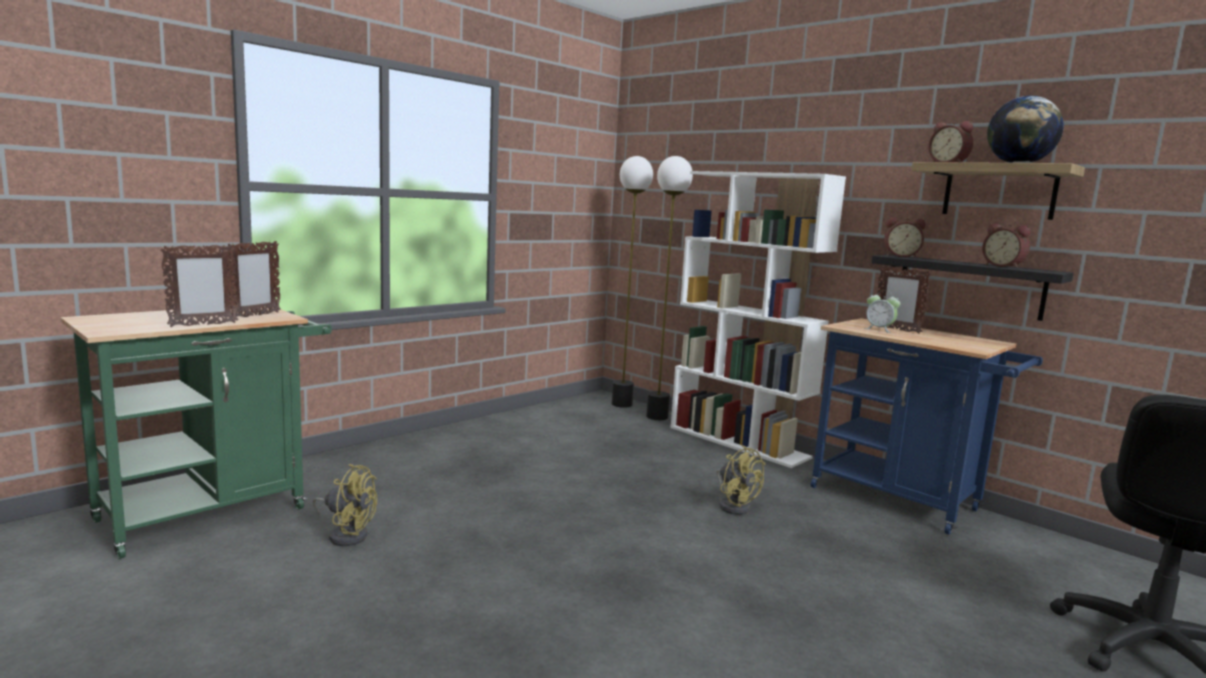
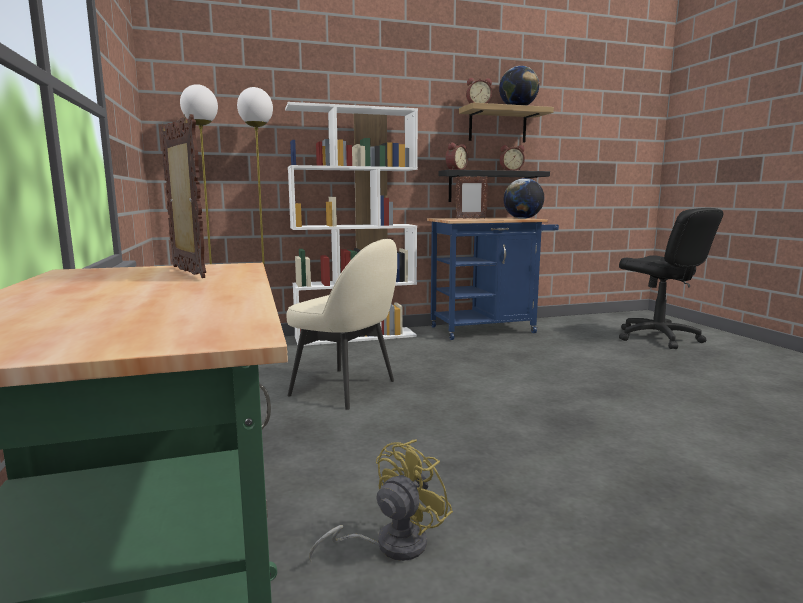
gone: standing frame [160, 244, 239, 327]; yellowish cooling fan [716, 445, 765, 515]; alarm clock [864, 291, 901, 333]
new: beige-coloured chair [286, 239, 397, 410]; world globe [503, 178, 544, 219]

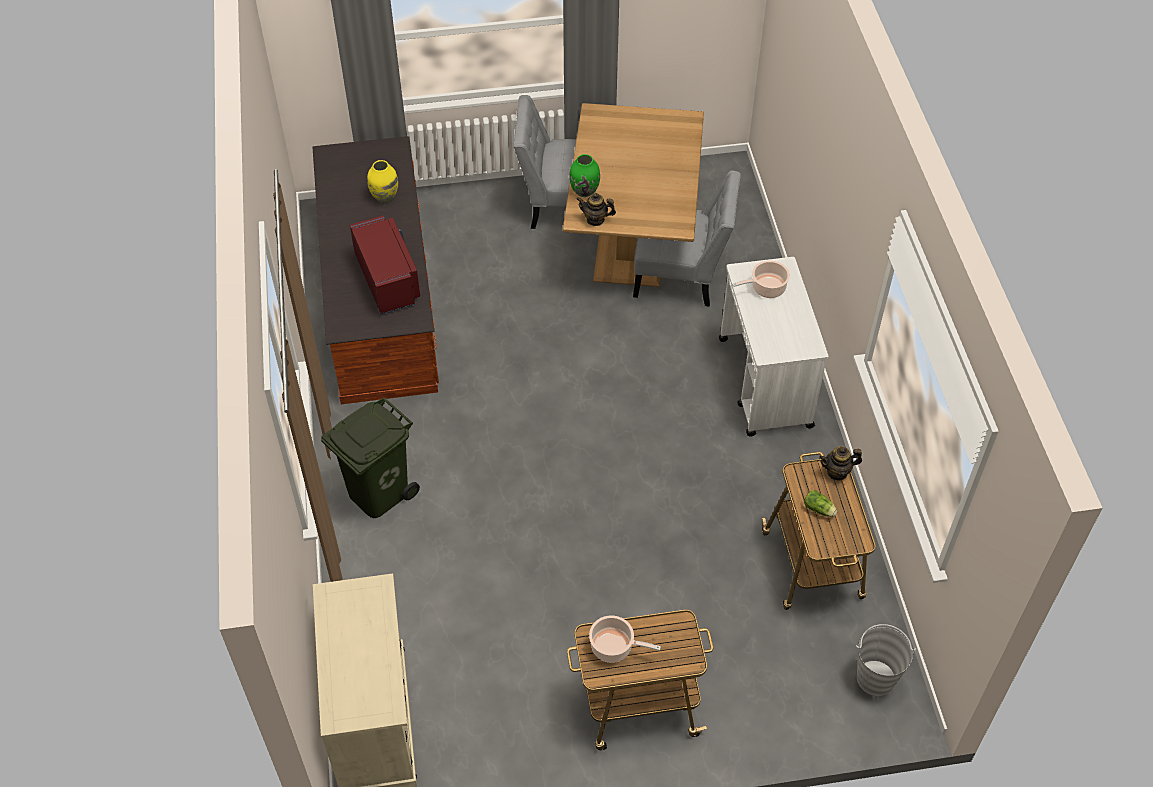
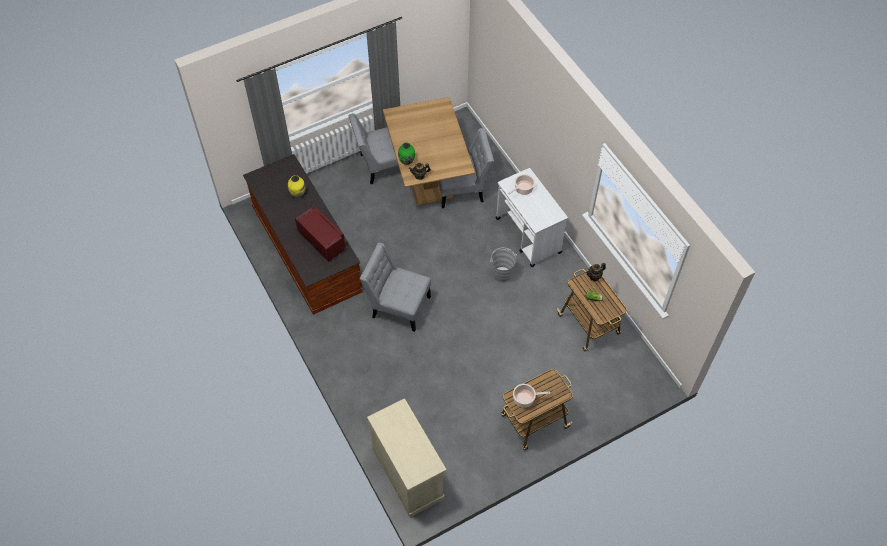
gone: green-coloured rubbish bin [321, 398, 420, 518]
new: grey chair [360, 243, 431, 332]
shifted: grey pail [856, 624, 916, 696] to [490, 248, 517, 283]

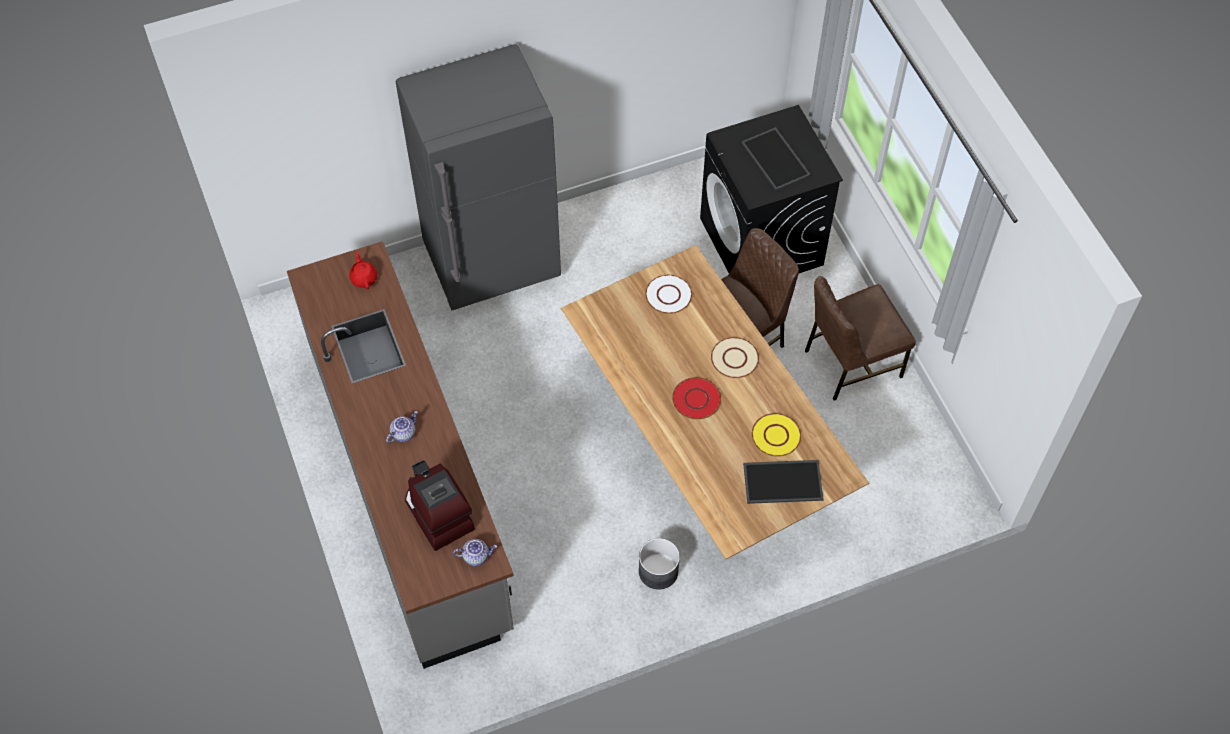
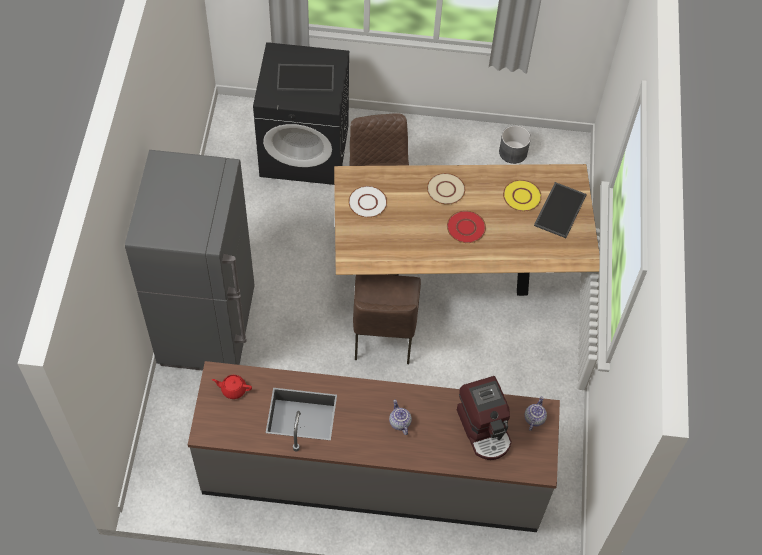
shifted: grey plant pot [639, 538, 680, 590] to [499, 125, 531, 164]; brownish chair [805, 276, 916, 401] to [353, 275, 421, 364]
rotated: coffee brewer [405, 460, 475, 551] = [457, 376, 512, 460] 105 degrees counterclockwise

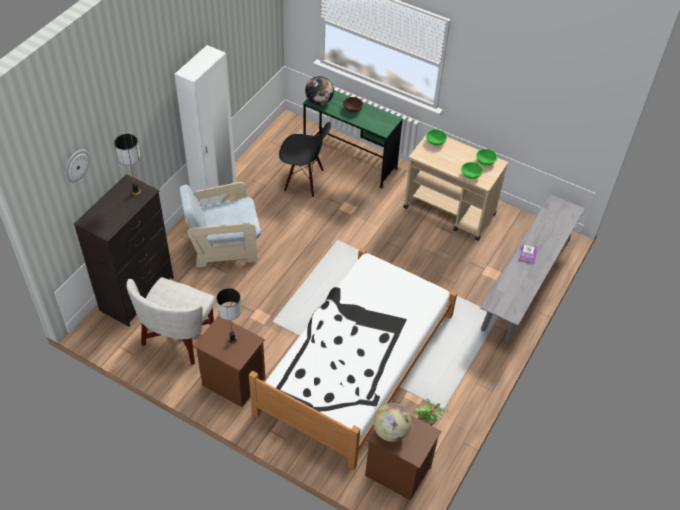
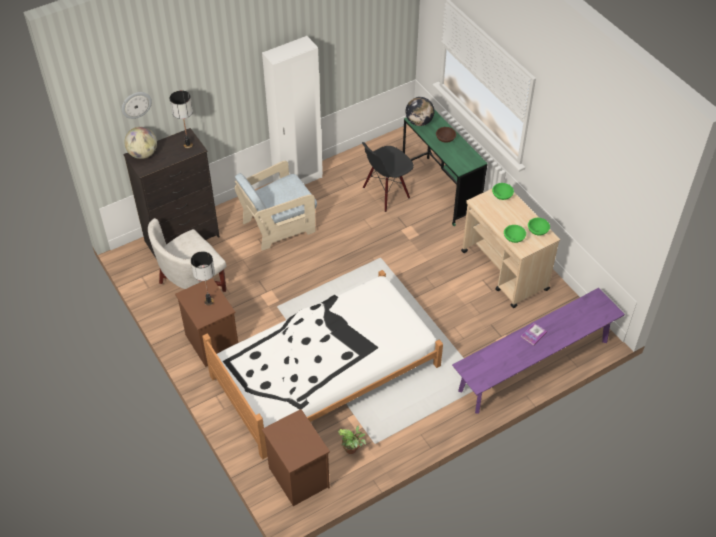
shifted: world globe [373, 403, 412, 442] to [124, 127, 157, 159]
repainted: grey long seat [480, 194, 585, 344] to purplish long seat [452, 288, 625, 414]
rotated: beige-coloured armchair [180, 182, 261, 267] = [235, 161, 317, 251] 45 degrees counterclockwise; black chair [279, 122, 331, 198] = [362, 142, 414, 212] 105 degrees clockwise

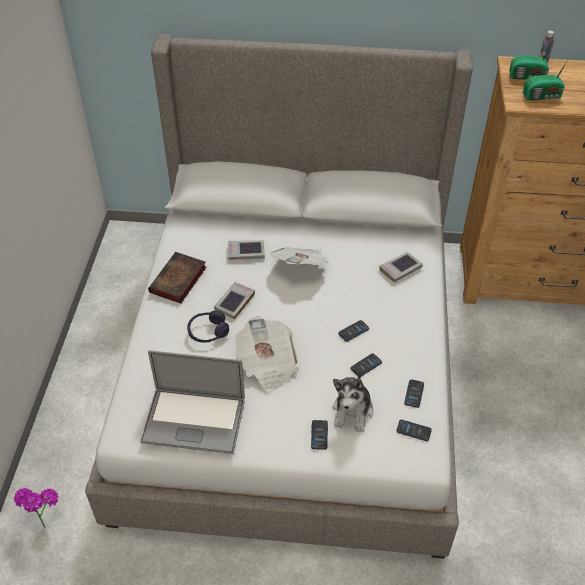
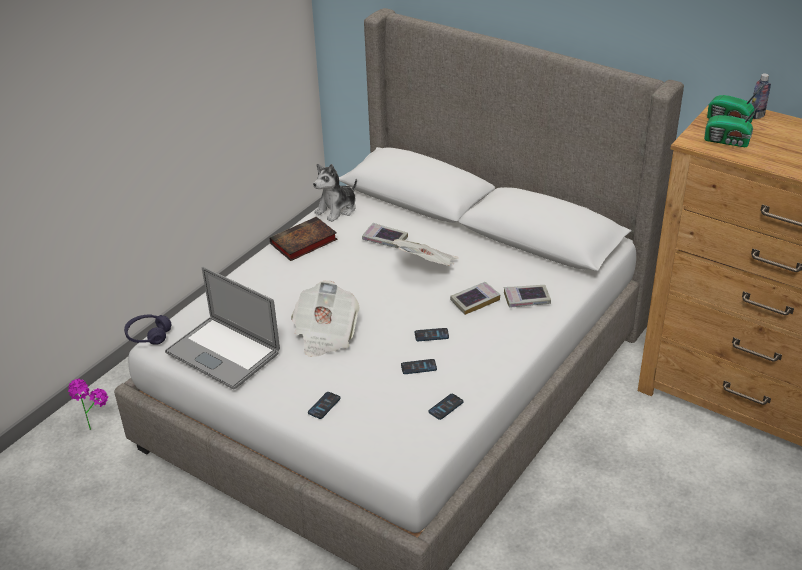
gone: telephone [396, 420, 432, 441]
shifted: purplish headphones [187, 310, 229, 343] to [124, 314, 171, 345]; volume [214, 282, 255, 320] to [450, 282, 501, 315]; cuddly toy [333, 370, 373, 433] to [313, 164, 357, 222]

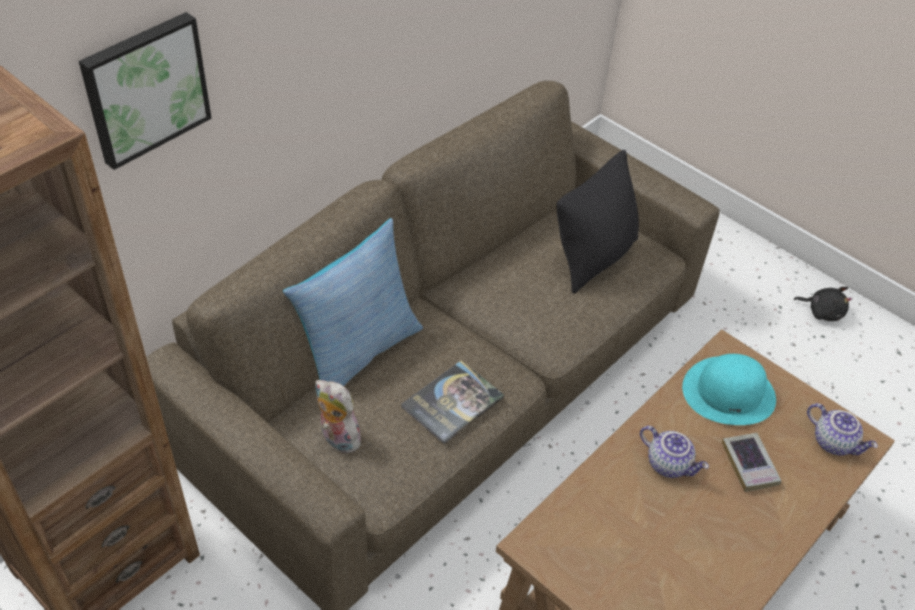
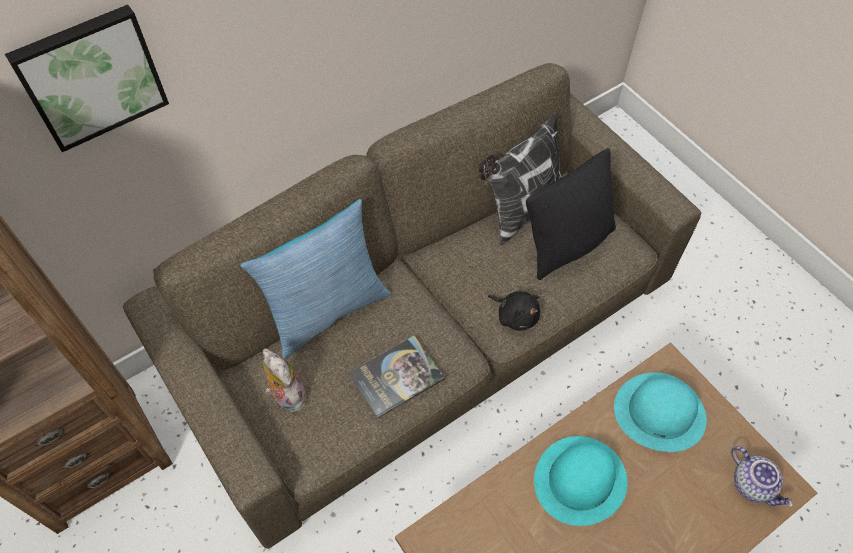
gone: volume [722, 433, 781, 492]
new: pillow [478, 112, 562, 245]
shifted: black cuddly toy [793, 287, 852, 321] to [488, 292, 540, 331]
swapped: tea pot [640, 426, 709, 478] to turquoise hat [534, 436, 627, 526]

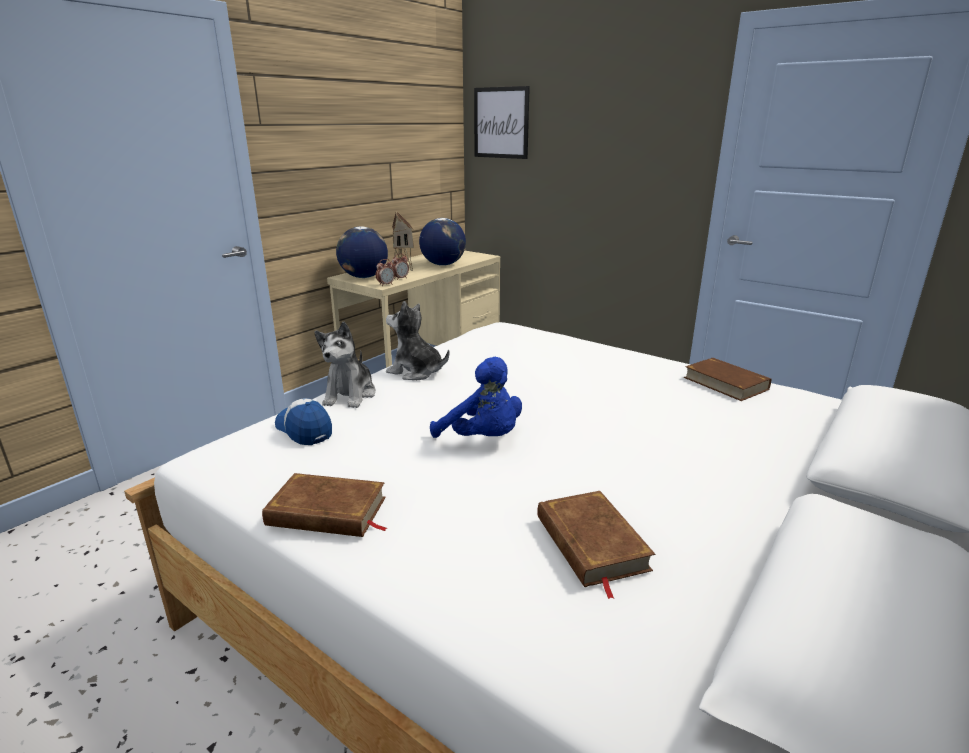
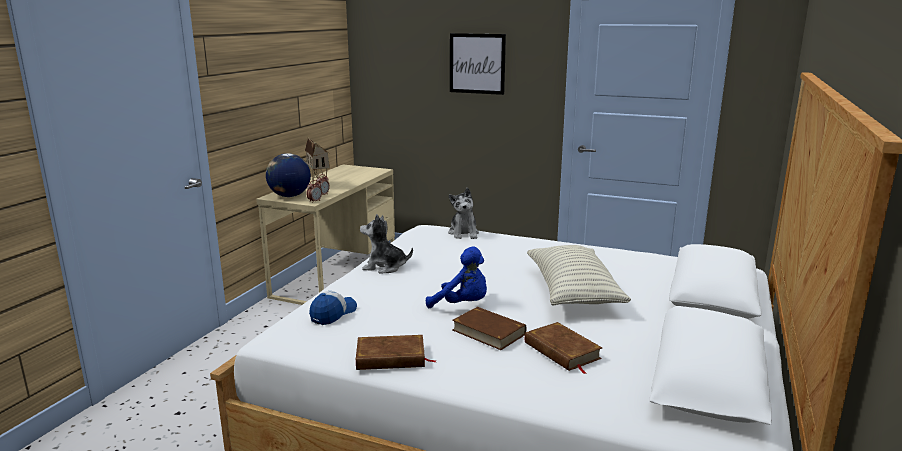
gone: world globe [419, 218, 466, 266]
new: pillow [527, 245, 631, 306]
shifted: cuddly toy [315, 322, 376, 408] to [448, 188, 479, 239]; picture [474, 86, 530, 159] to [450, 33, 506, 95]; brownish volume [684, 358, 771, 401] to [452, 307, 526, 350]
rotated: cap [275, 398, 332, 445] = [309, 291, 357, 325] 90 degrees clockwise

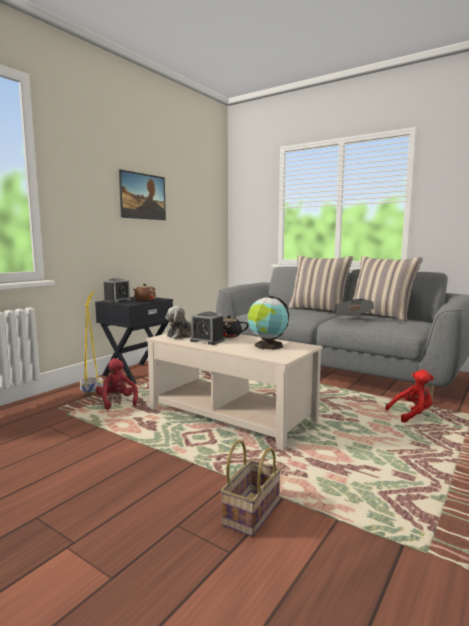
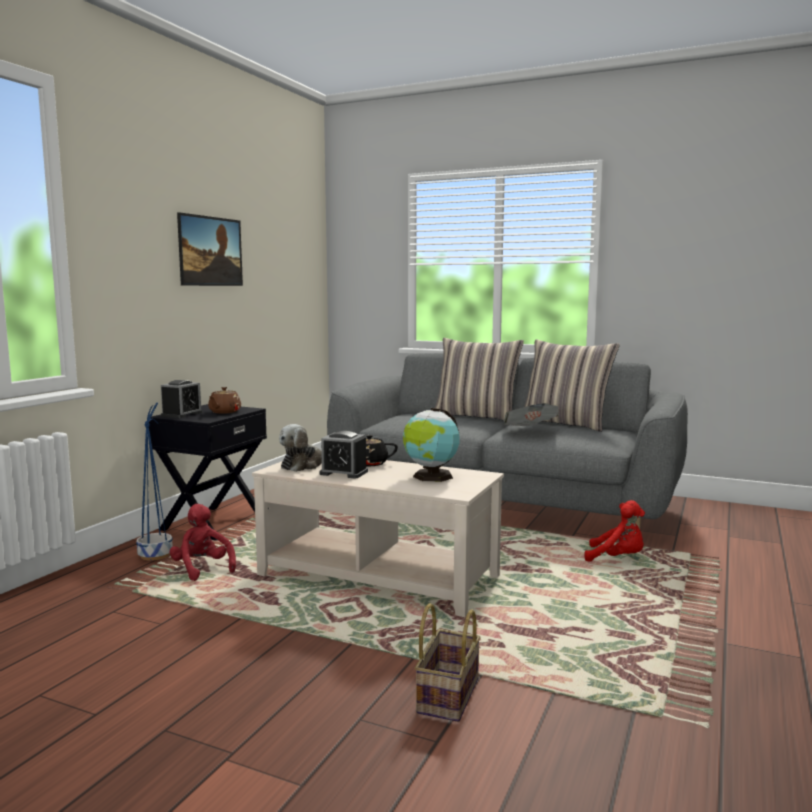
repainted: yellowish plant pot [80, 291, 103, 394] to blue-coloured plant pot [136, 402, 173, 561]
rotated: red-coloured cuddly toy [385, 370, 434, 422] = [584, 500, 645, 562] 45 degrees clockwise

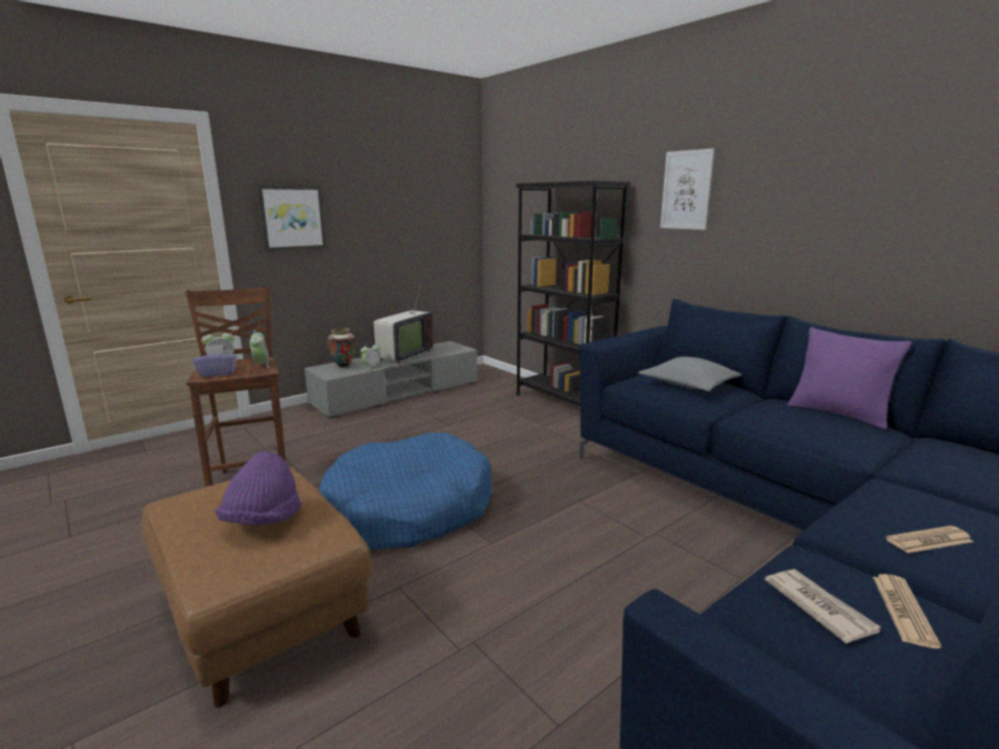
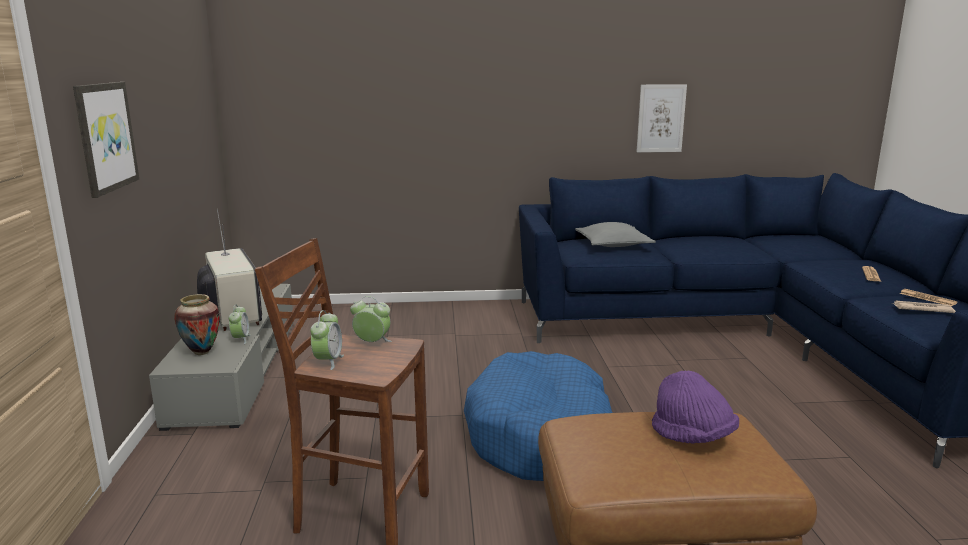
gone: purplish tissue box [193, 345, 237, 377]; black bookcase [516, 181, 631, 406]; purplish pillow [788, 327, 912, 429]
shifted: picture [660, 148, 715, 230] to [637, 84, 687, 152]

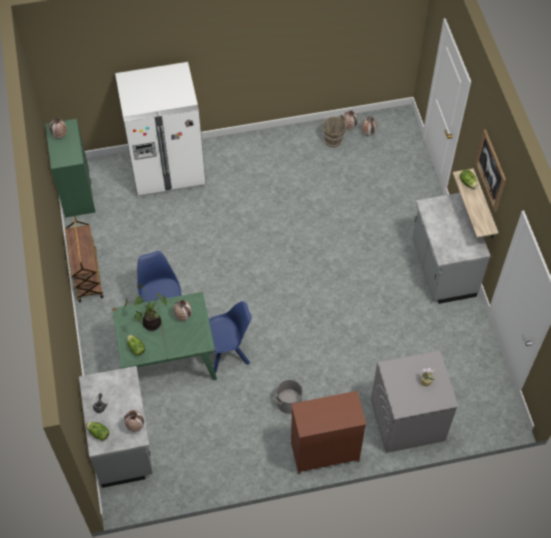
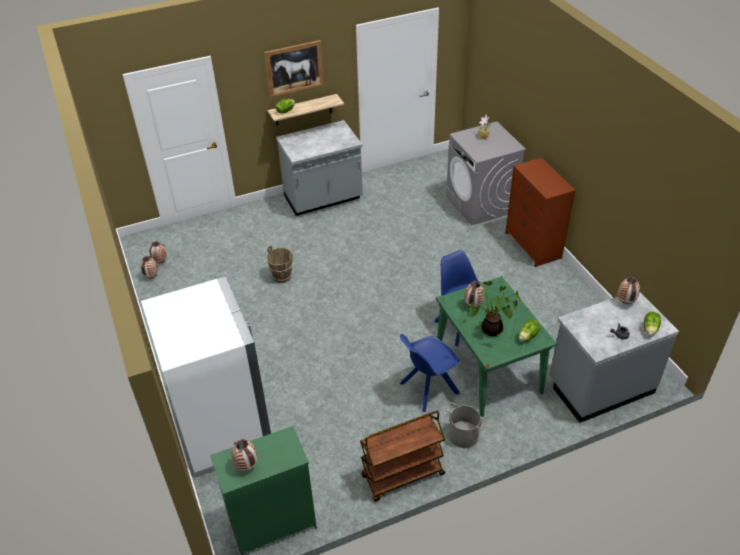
shifted: grey pail [273, 376, 306, 414] to [445, 402, 487, 448]; brownish pail [323, 115, 346, 147] to [266, 246, 293, 283]

